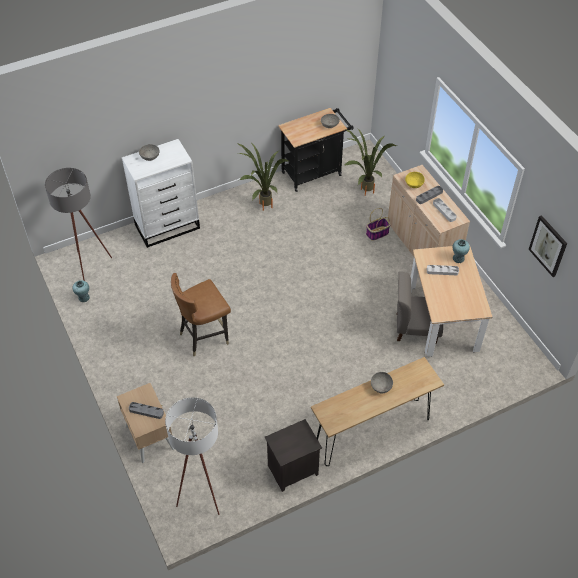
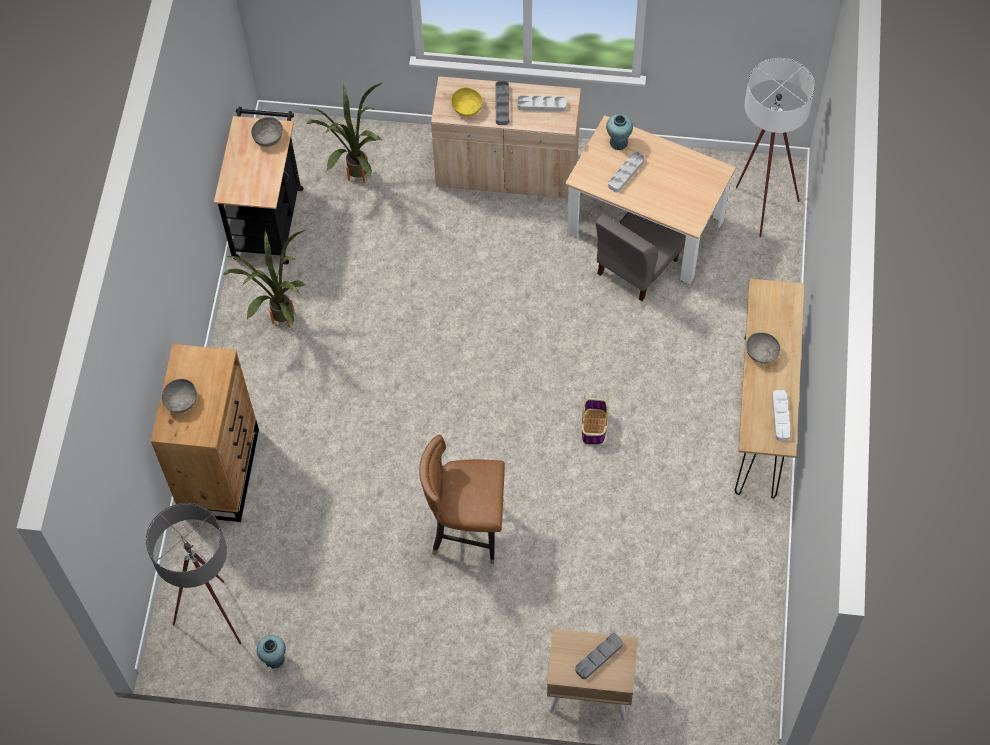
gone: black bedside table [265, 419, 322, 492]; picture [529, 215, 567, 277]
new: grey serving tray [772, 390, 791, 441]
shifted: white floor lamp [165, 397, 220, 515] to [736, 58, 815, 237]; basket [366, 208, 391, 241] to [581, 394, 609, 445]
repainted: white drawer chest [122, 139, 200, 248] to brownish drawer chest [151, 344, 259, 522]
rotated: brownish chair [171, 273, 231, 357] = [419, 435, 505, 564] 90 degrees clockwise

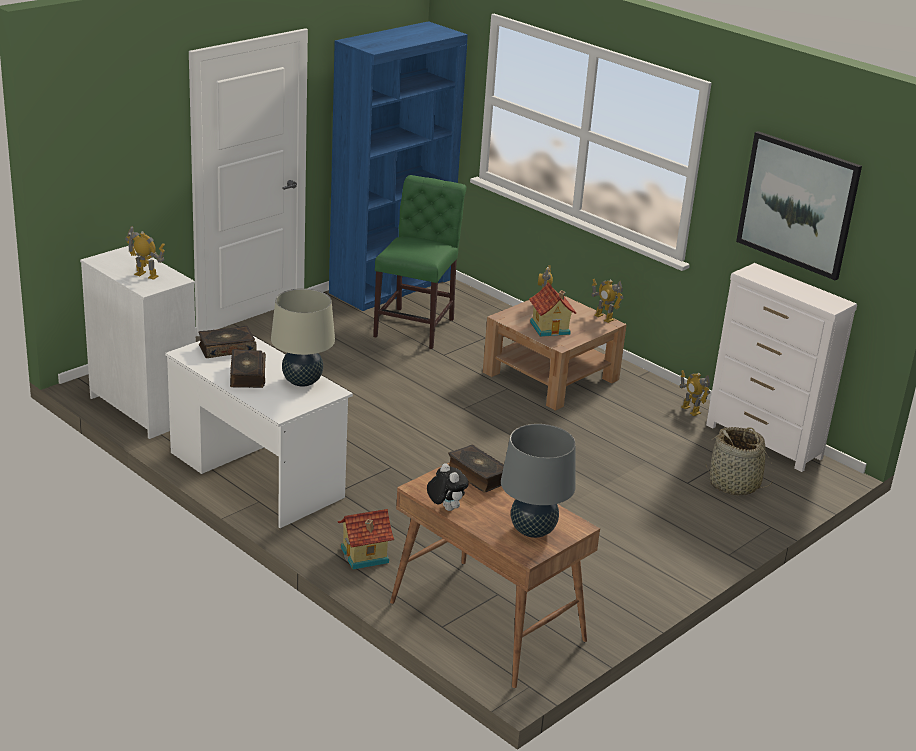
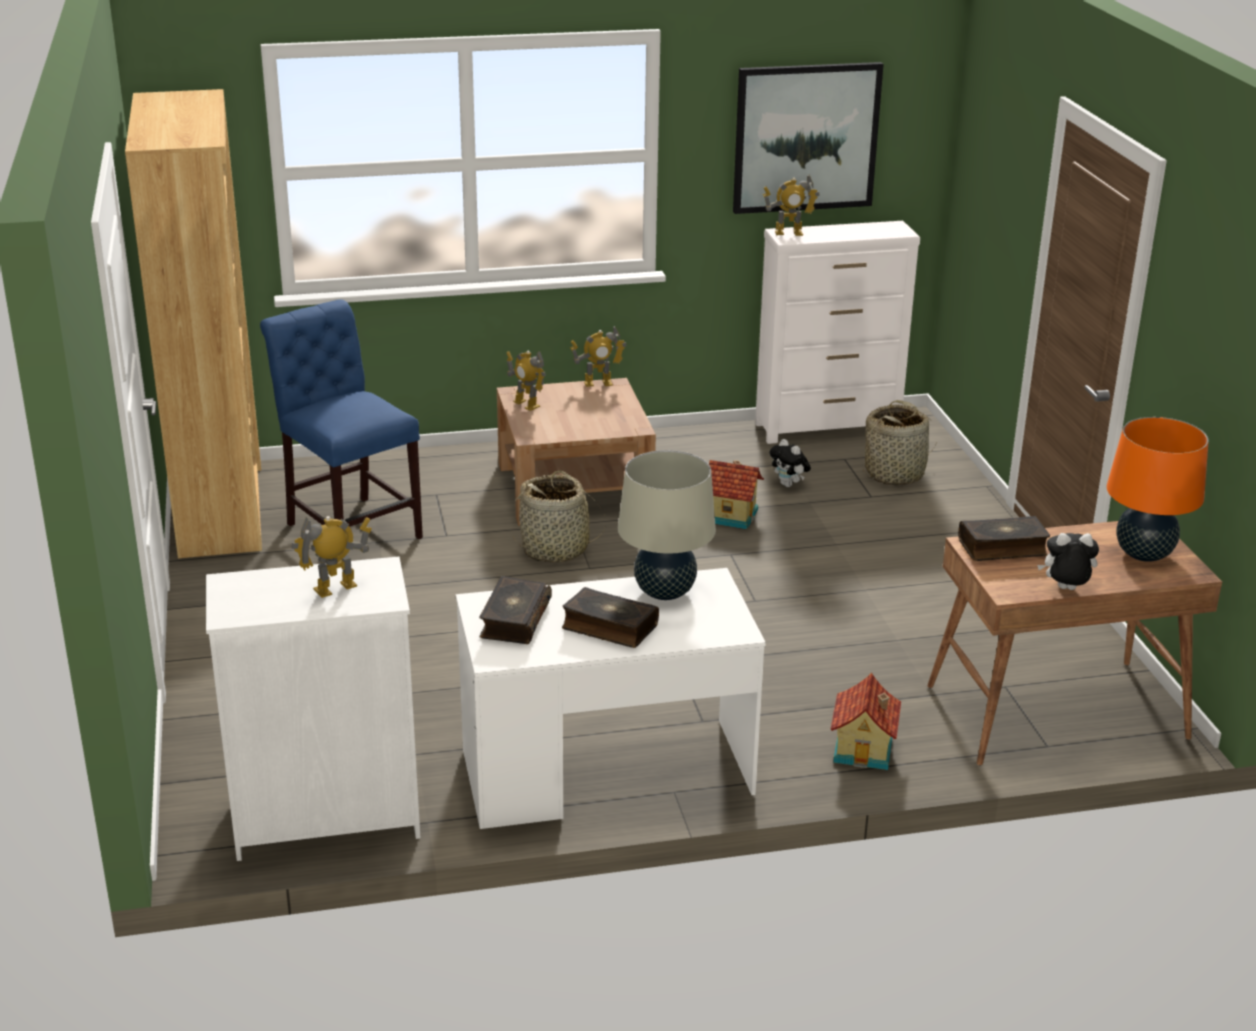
new: basket [513, 471, 605, 563]; cuddly toy [769, 439, 811, 487]
shifted: miniature house [529, 282, 576, 337] to [709, 460, 764, 530]; robot figure [679, 370, 710, 416] to [763, 175, 820, 236]
repainted: blue-coloured bookcase [329, 21, 468, 311] to brownish bookcase [125, 89, 262, 559]; green-coloured chair [373, 175, 467, 349] to blue-coloured chair [260, 300, 423, 539]; grey table lamp [501, 424, 576, 538] to orange table lamp [1107, 417, 1209, 562]

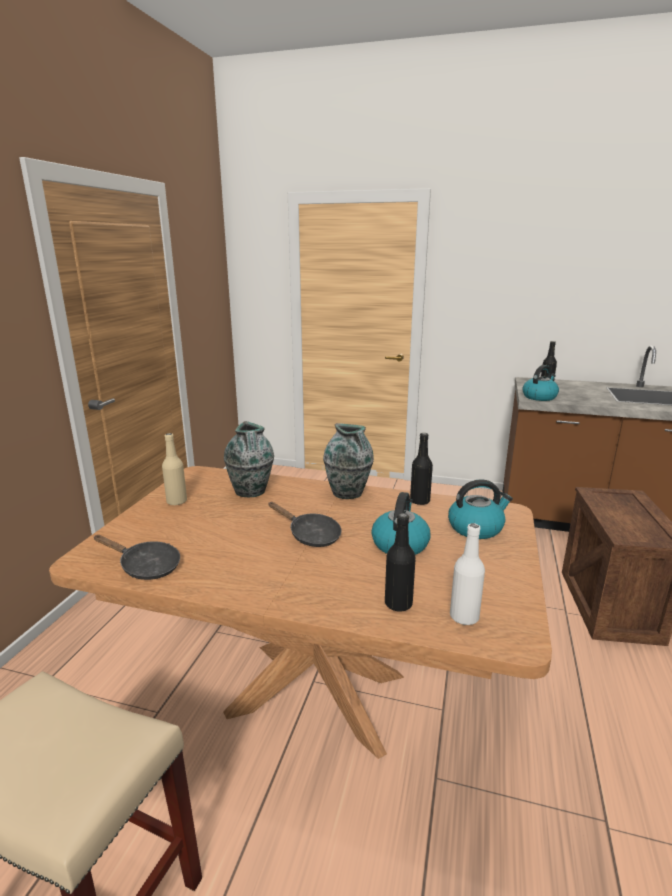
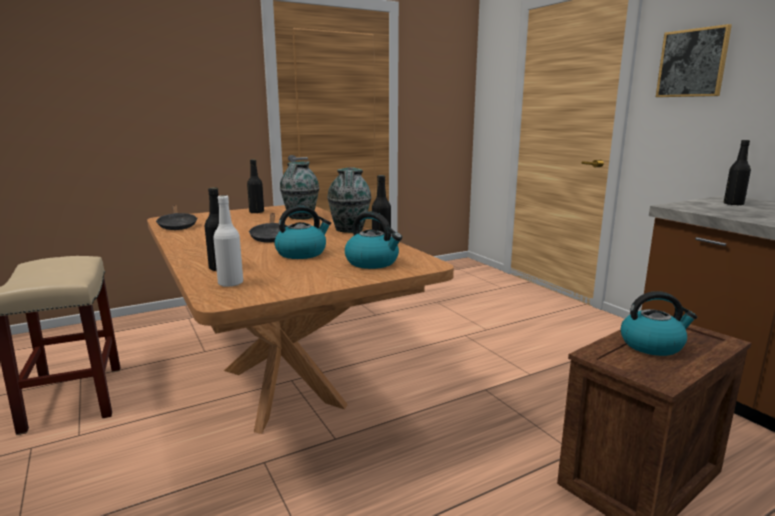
new: picture [656, 24, 732, 97]
shifted: kettle [522, 365, 559, 401] to [621, 291, 697, 356]
repainted: beige-coloured bottle [162, 433, 187, 506] to black bottle [247, 159, 264, 213]

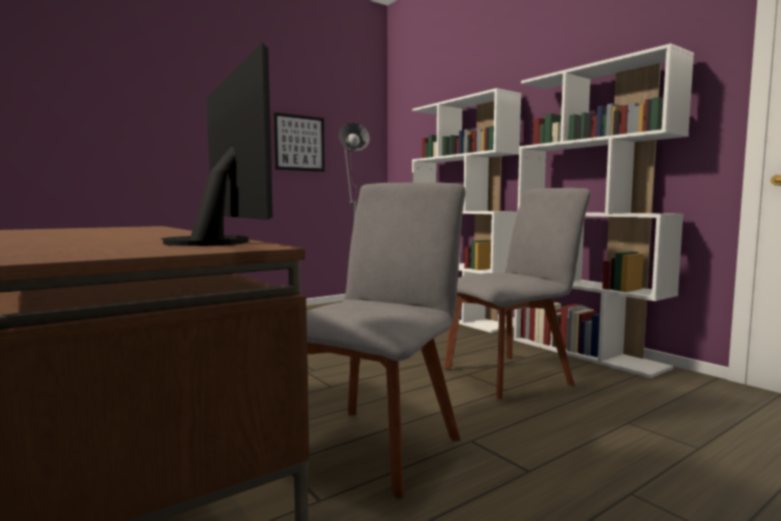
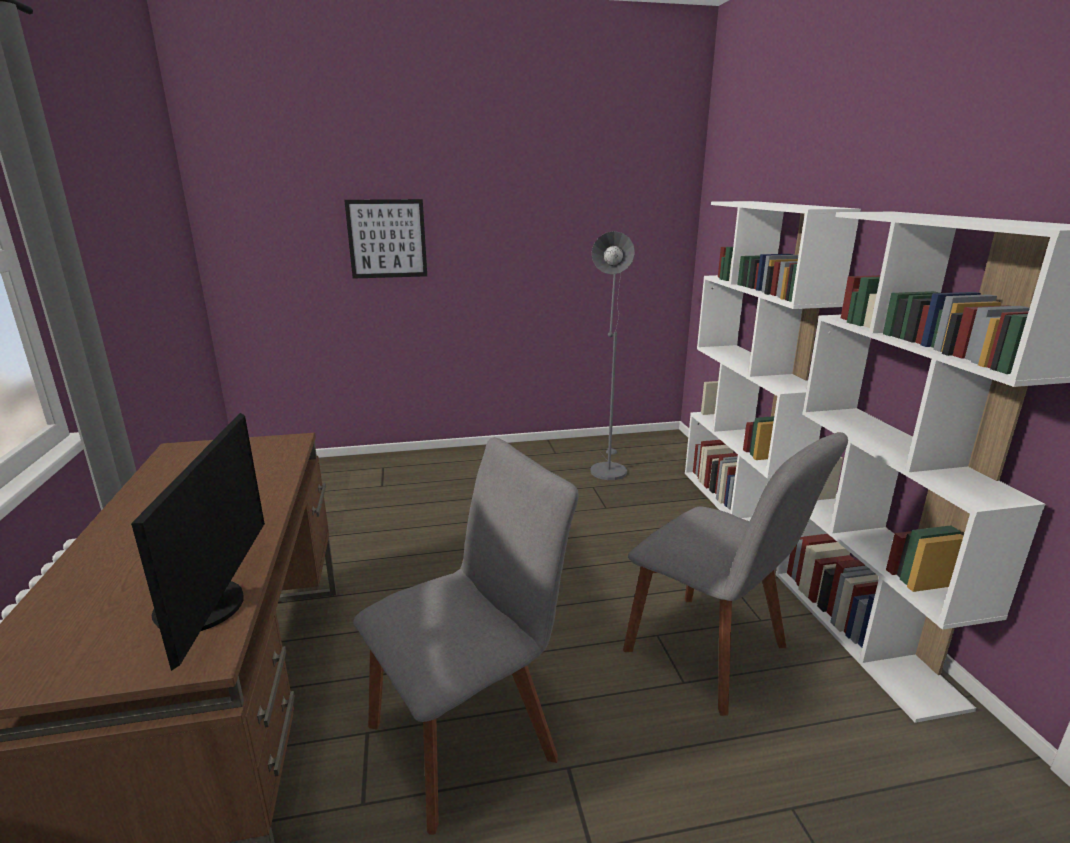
shifted: picture [274, 112, 325, 172] to [344, 199, 427, 279]
rotated: grey chair [444, 188, 591, 399] = [623, 432, 848, 716] 45 degrees clockwise

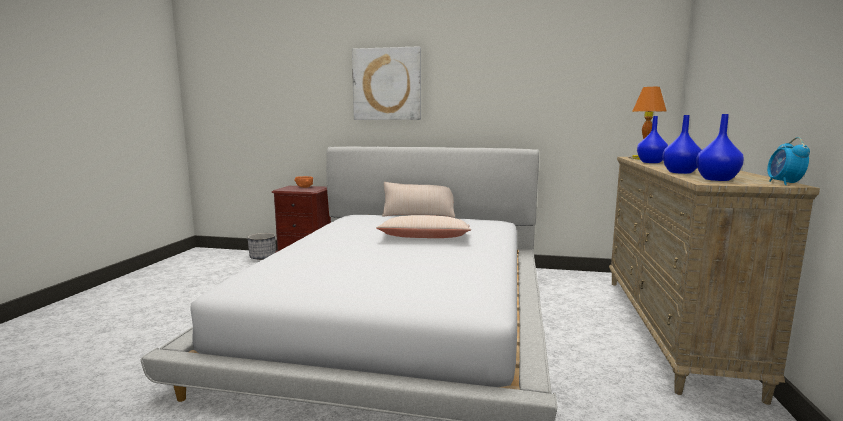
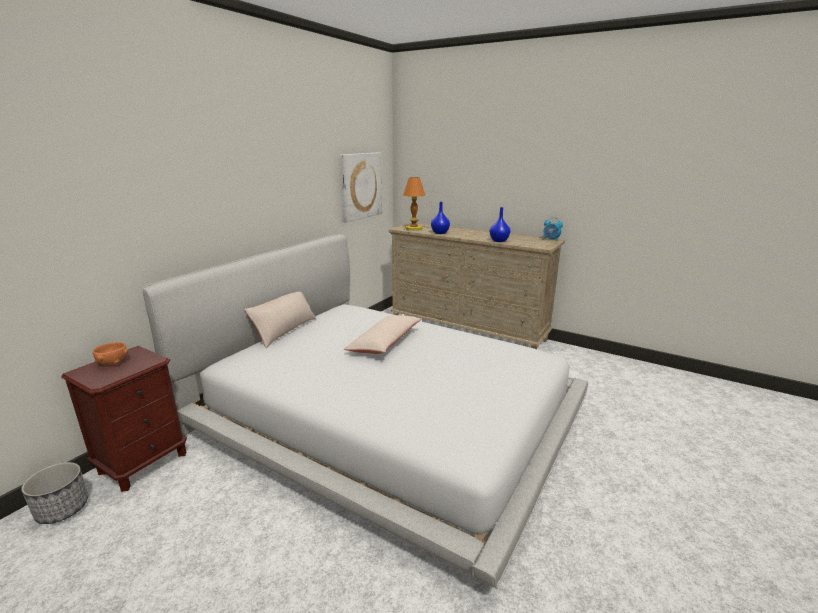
gone: blue-coloured vase [696, 114, 744, 181]
shifted: picture [352, 46, 421, 120] to [339, 153, 382, 223]

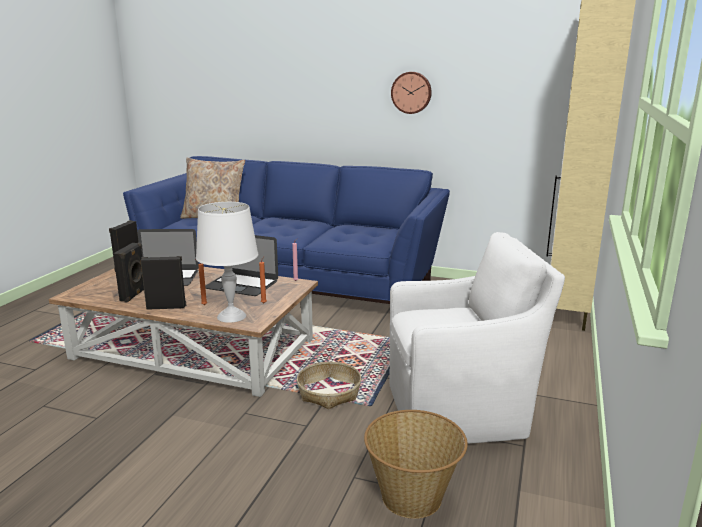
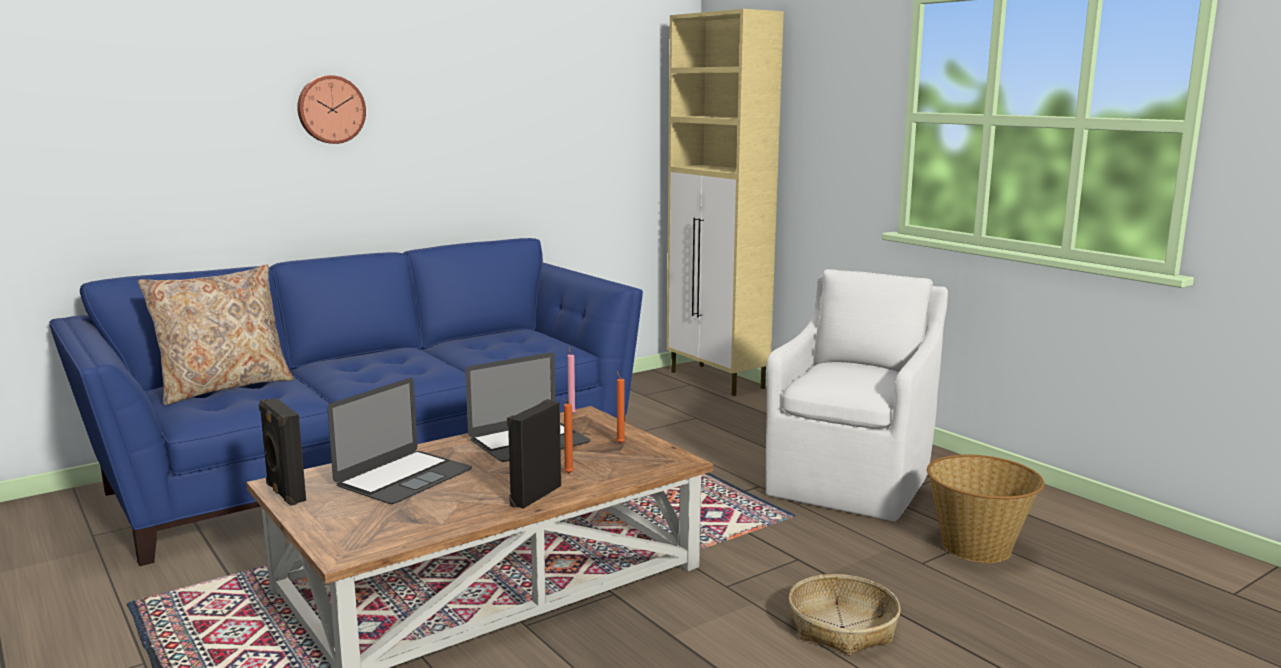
gone: black loudspeaker [113, 242, 144, 302]; white table lamp [196, 202, 258, 323]
shifted: basket [297, 362, 361, 409] to [789, 574, 901, 656]; wall clock [391, 72, 432, 114] to [297, 75, 366, 144]

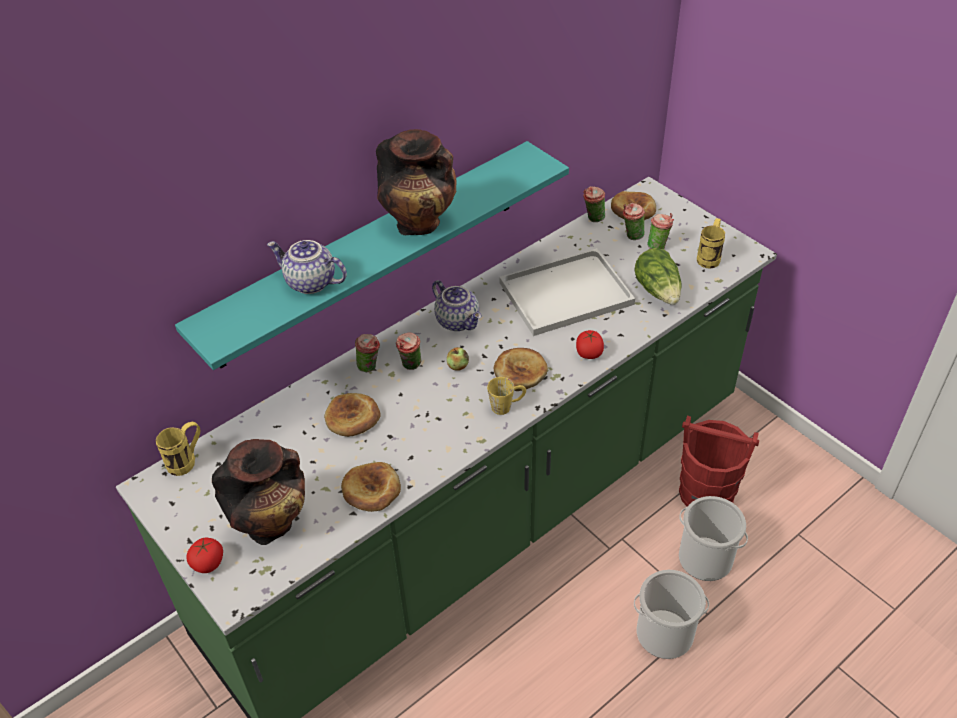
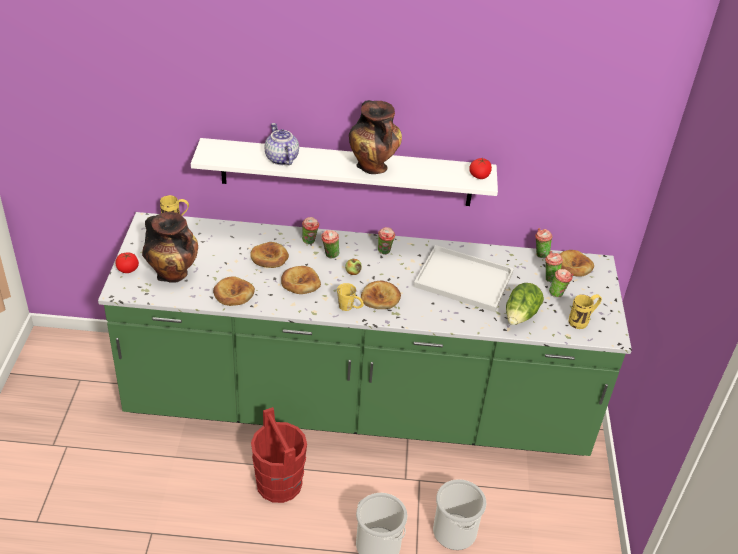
new: bakery bread [281, 266, 321, 294]
shifted: whole tomato [576, 330, 604, 359] to [469, 158, 492, 179]; red-coloured pail [679, 415, 759, 507] to [251, 407, 307, 503]
swapped: tea pot [432, 280, 481, 331] to cup [378, 227, 395, 255]
repainted: turquoise bracket shelf [175, 141, 569, 370] to white bracket shelf [191, 138, 498, 206]

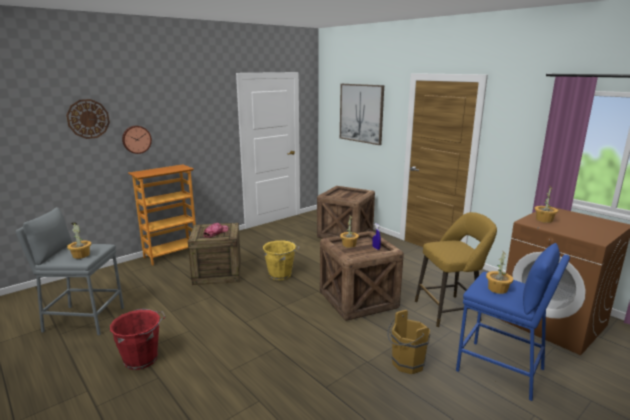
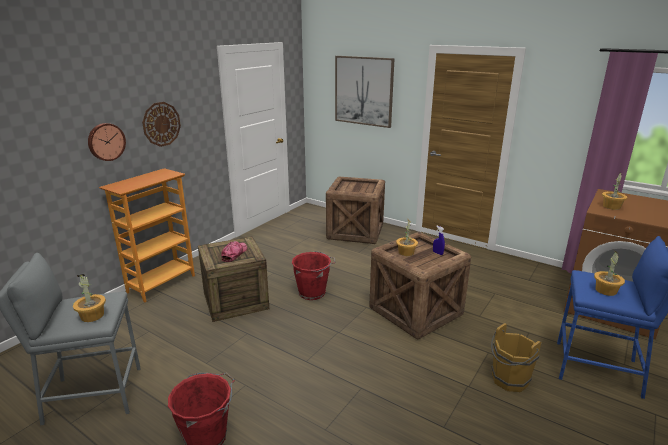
gone: yellowish stool [415, 212, 497, 328]
shifted: wall clock [66, 99, 110, 139] to [142, 102, 181, 147]
repainted: yellowish pail [263, 240, 300, 280] to red-coloured pail [292, 251, 336, 300]

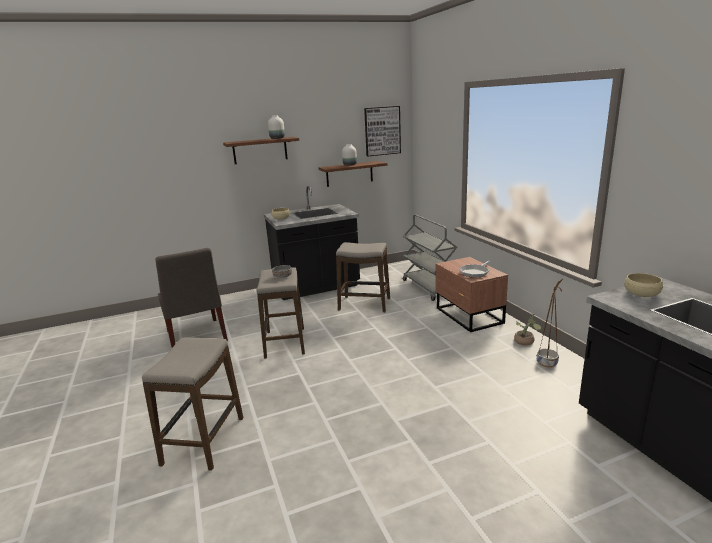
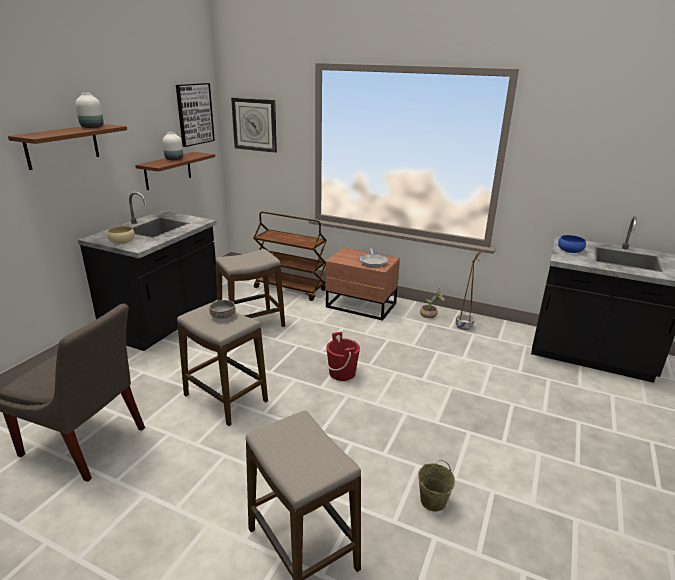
new: wall clock [231, 98, 277, 153]; red-coloured pail [326, 332, 360, 381]; beige-coloured pail [418, 460, 455, 512]
repainted: grey cart [403, 214, 457, 301] to brownish cart [253, 212, 327, 301]; beige-coloured deep dish [624, 273, 663, 297] to blue-coloured deep dish [558, 235, 586, 253]

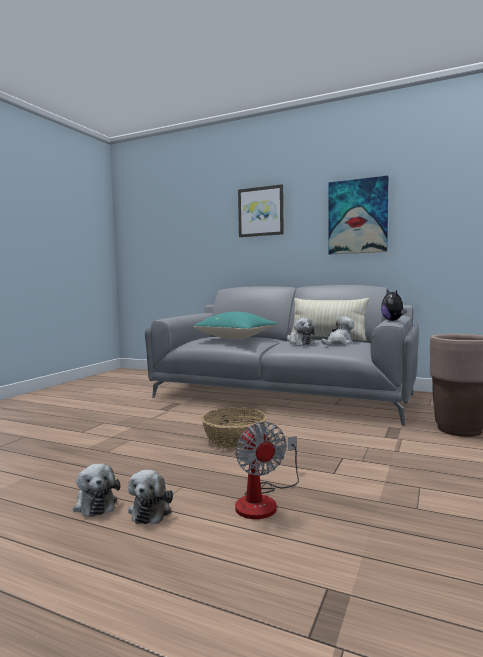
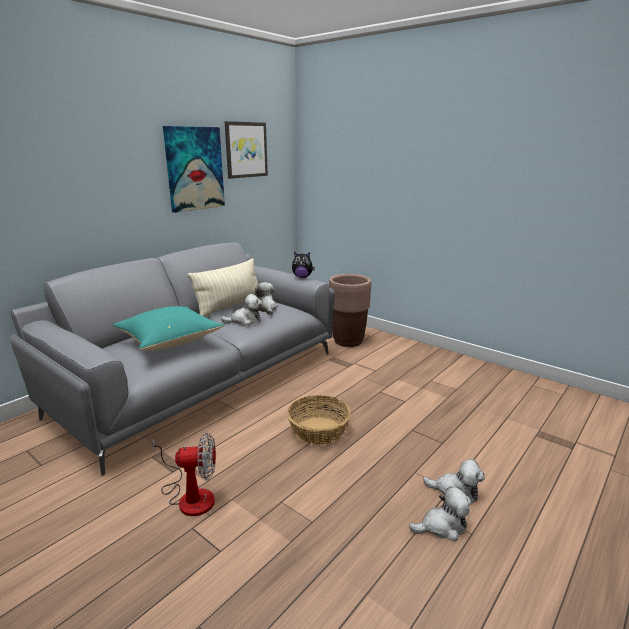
shifted: cooling fan [235, 422, 299, 519] to [152, 433, 216, 516]; picture [238, 184, 284, 237] to [225, 121, 268, 179]

